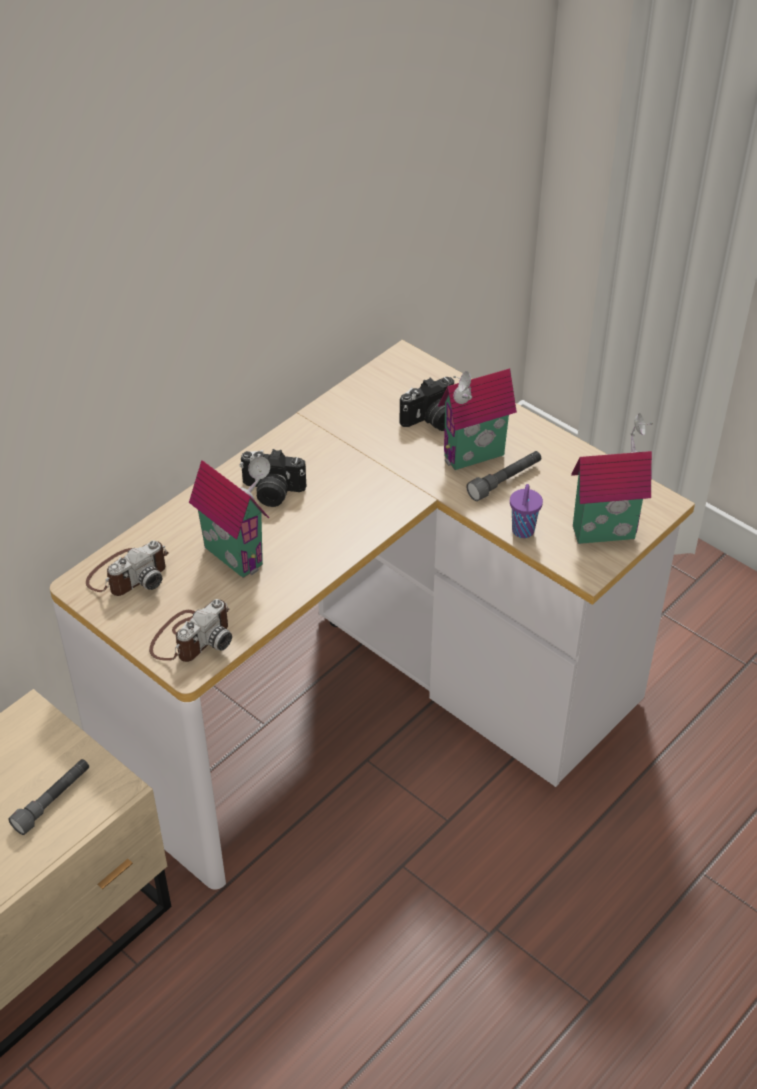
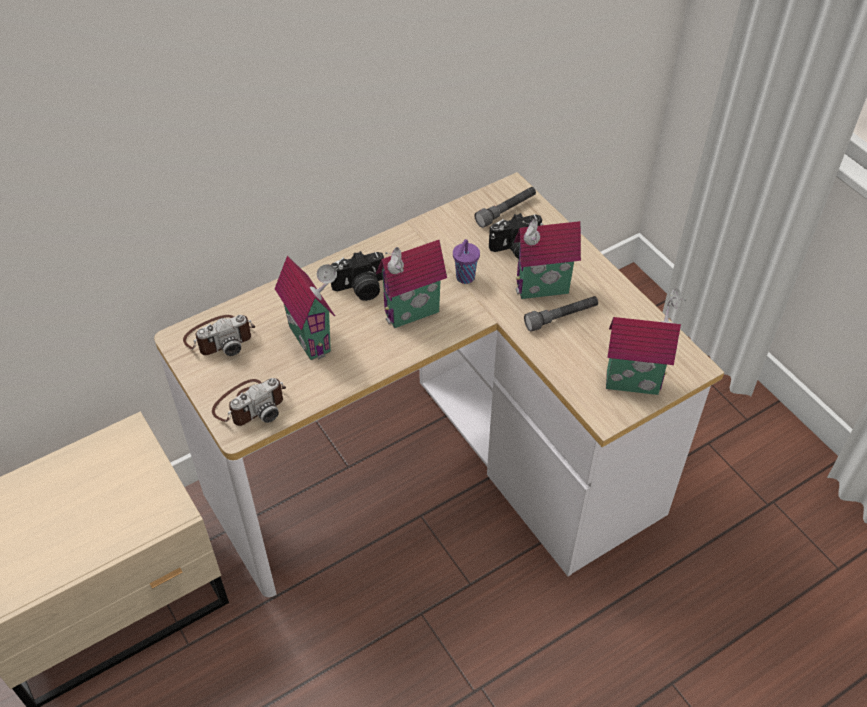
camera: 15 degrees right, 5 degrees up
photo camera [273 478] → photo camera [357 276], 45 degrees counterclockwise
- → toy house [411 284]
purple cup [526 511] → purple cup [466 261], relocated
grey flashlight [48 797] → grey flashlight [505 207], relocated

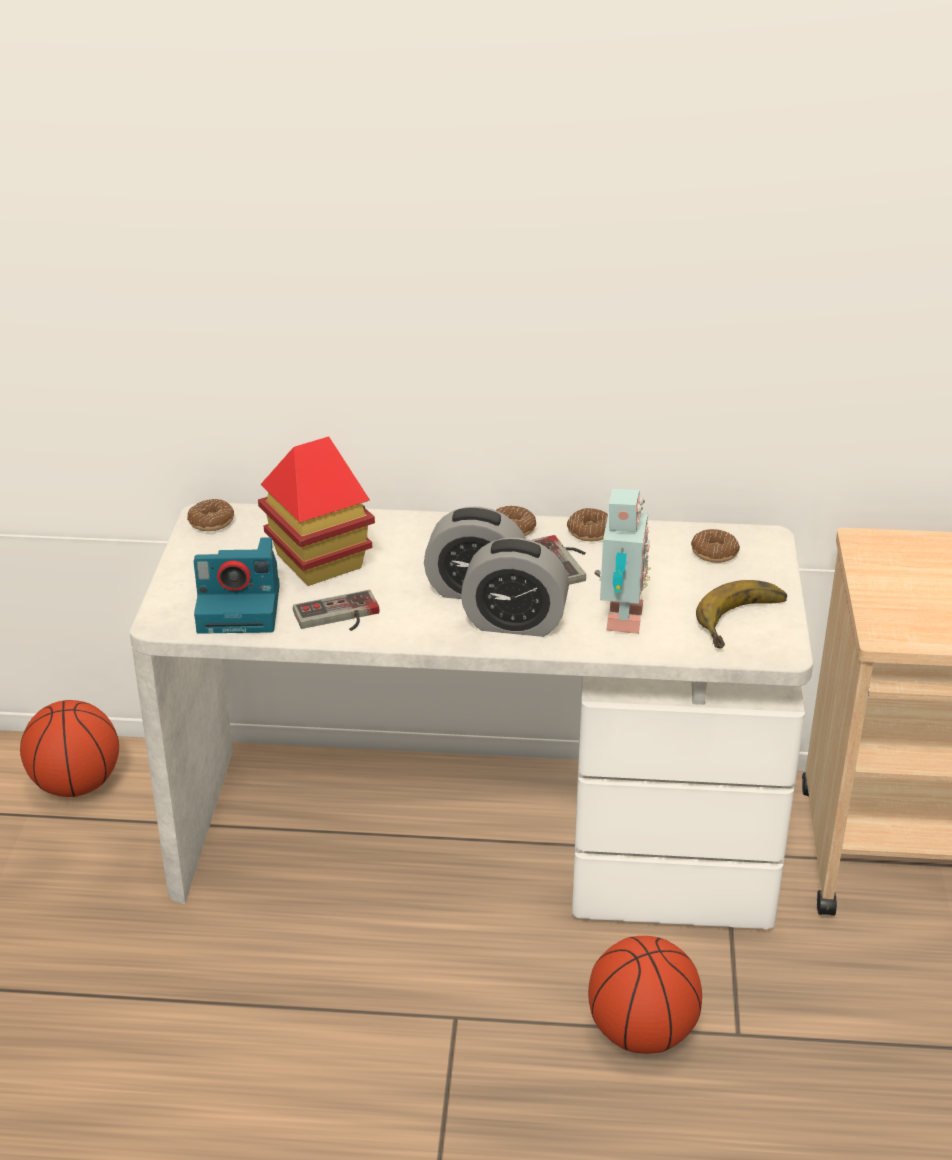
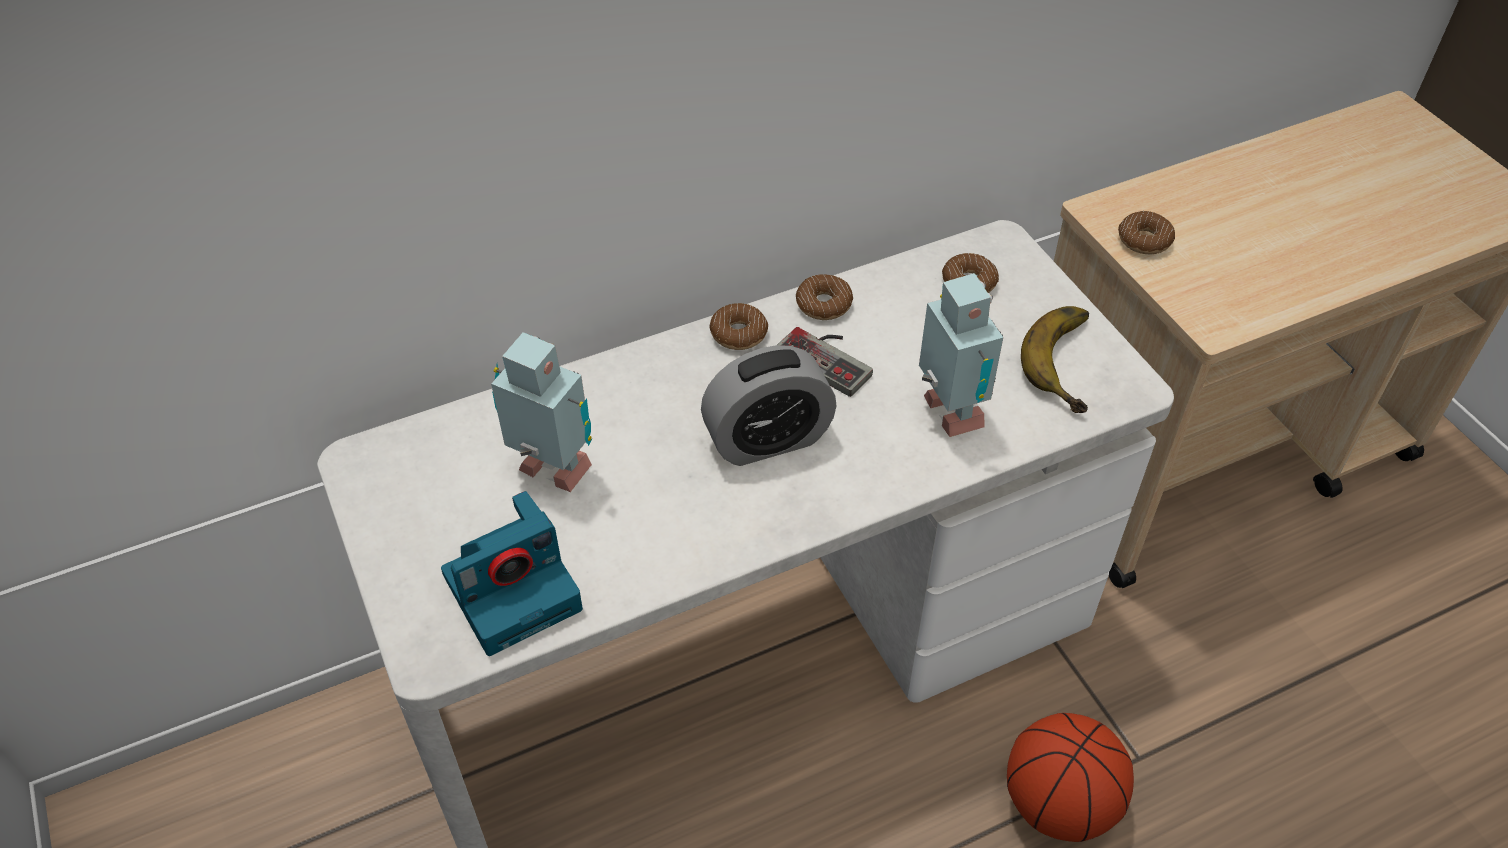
camera: 30 degrees left, 15 degrees up
toy house [316 511] → toy robot [541 412]
donut [210 515] → donut [1146 232], relocated
basketball [69 748] → -
game controller [336 610] → -
alarm clock [515 587] → -

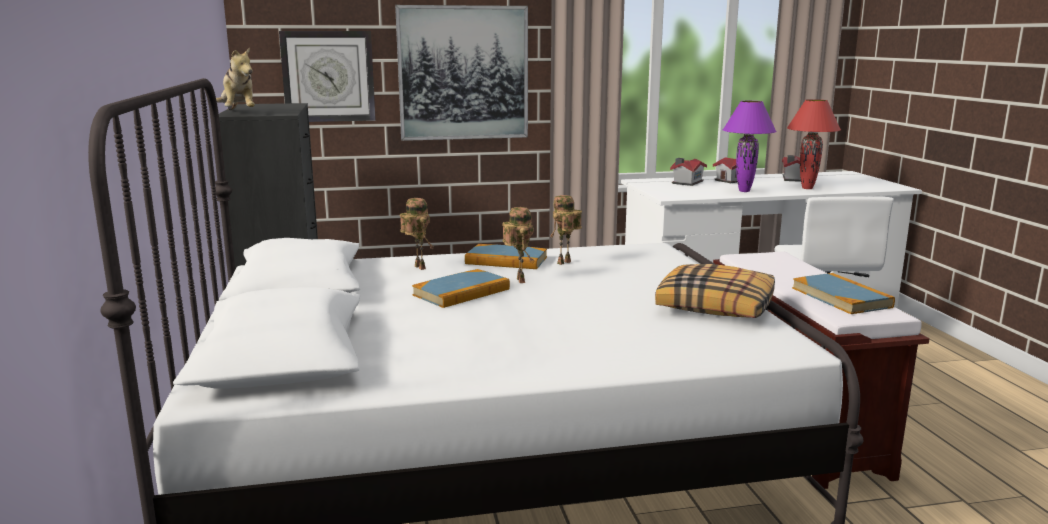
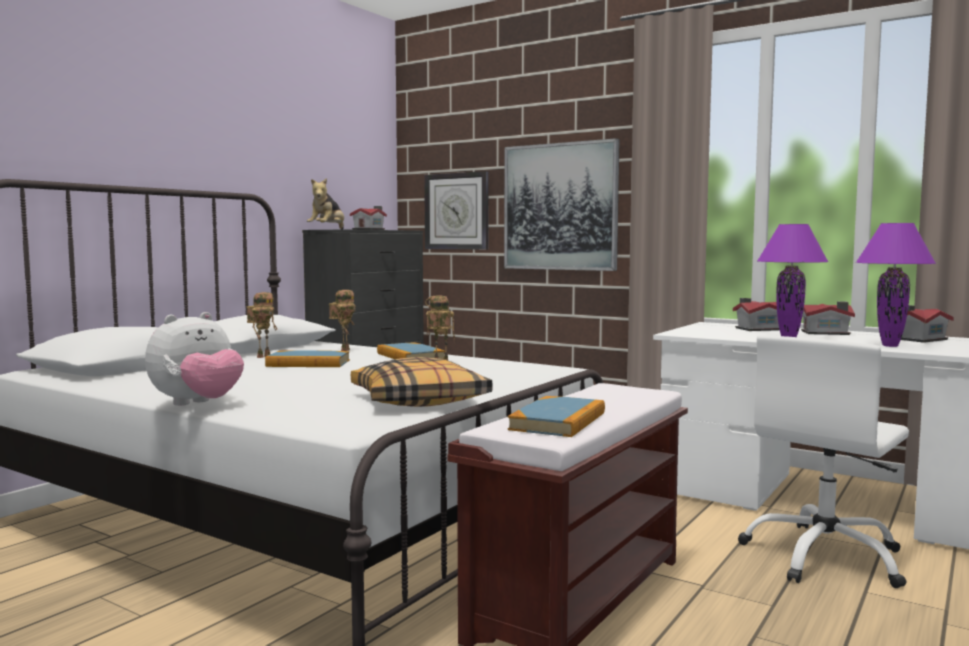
camera: 45 degrees right, 10 degrees down
- → plush toy [194 359]
toy robot [518 245] → toy robot [261 325], relocated
- → toy house [368 218]
red table lamp [814 144] → purple table lamp [896 285]

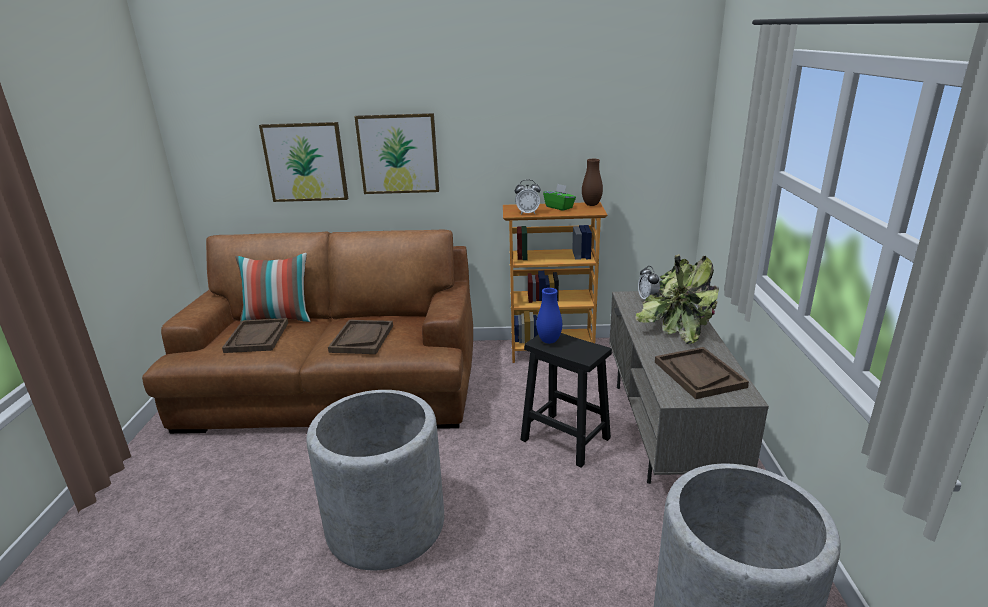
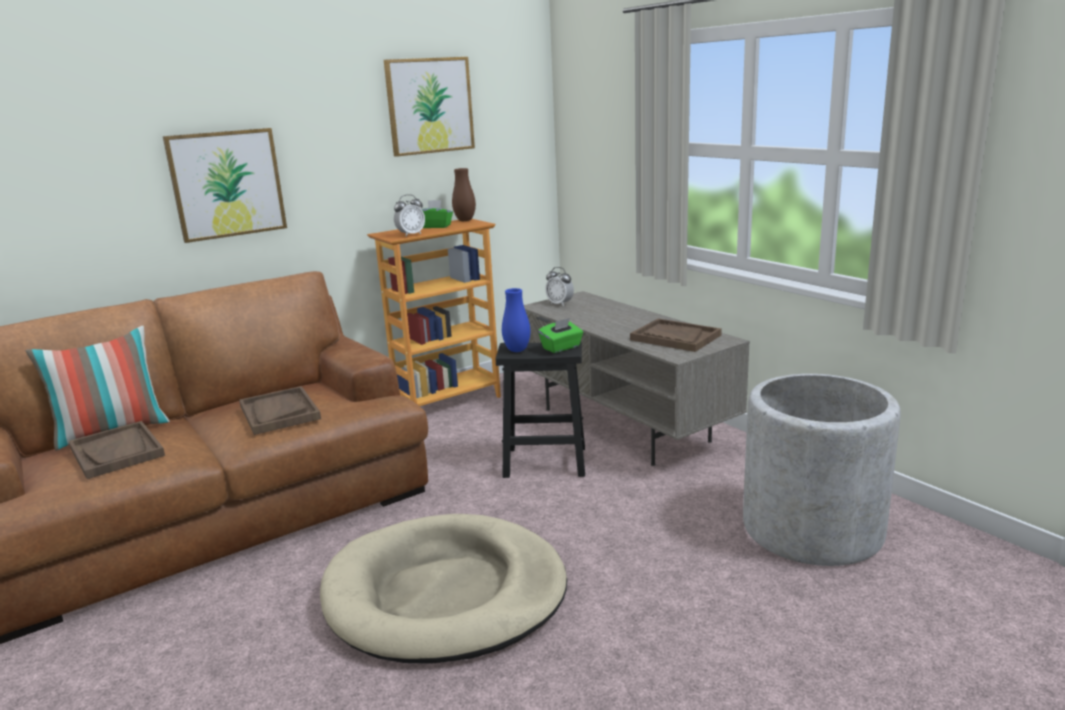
camera: 35 degrees left, 5 degrees down
grey planter [375 480] → beige dog bed [443 589]
picture [303 162] → picture [429 107], relocated
- → green tissue box [560 335]
potted plant [677 299] → -

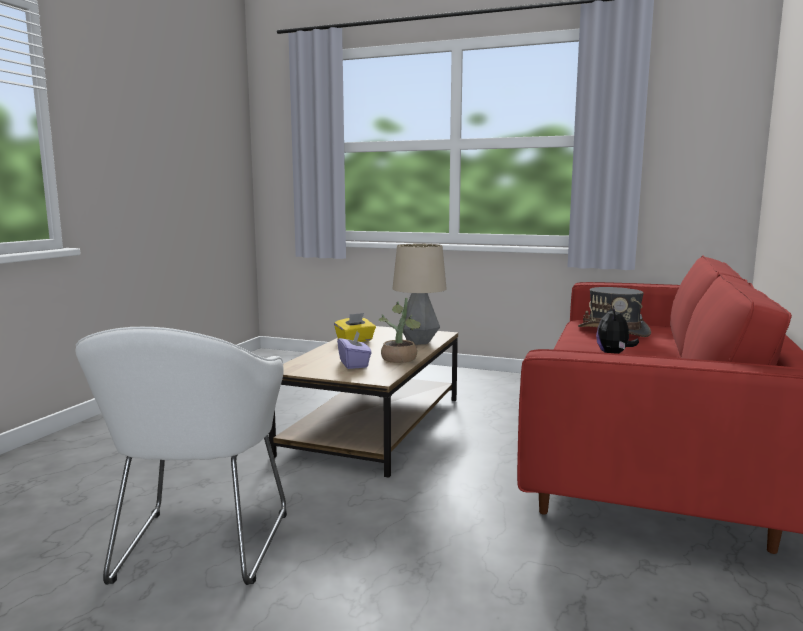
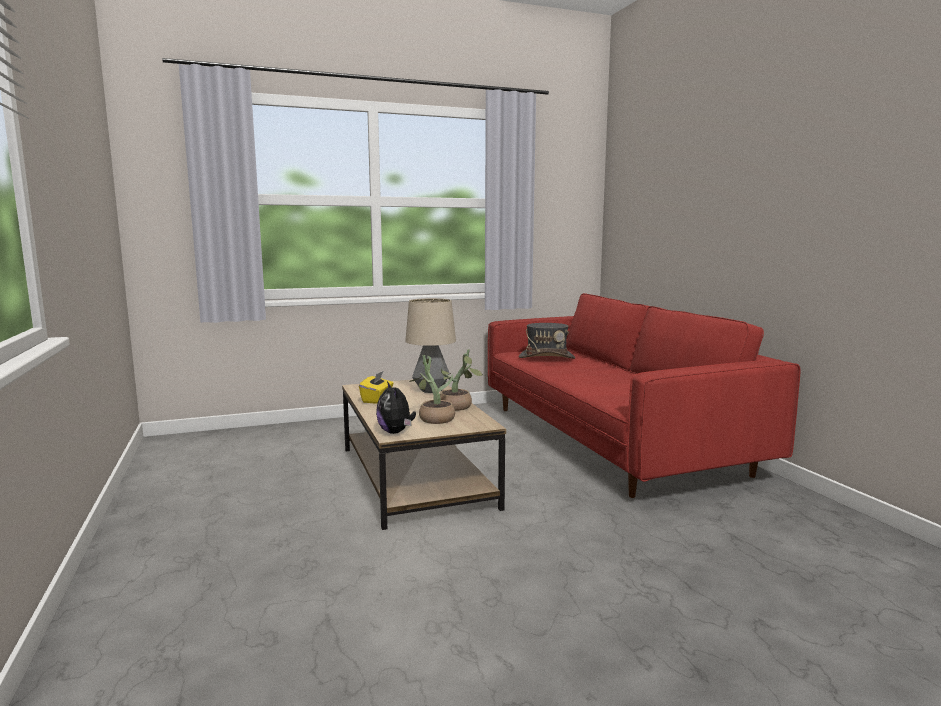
camera: 40 degrees left, 0 degrees up
plush toy [617 330] → plush toy [396 407], relocated
purple tissue box [354 350] → potted plant [432 389]
white armchair [181 456] → -

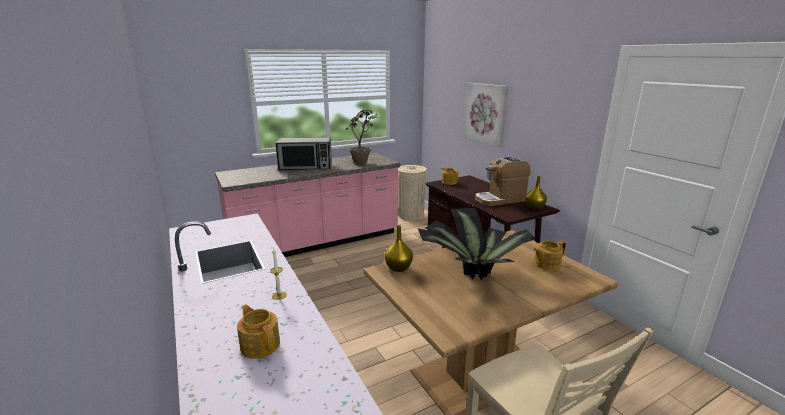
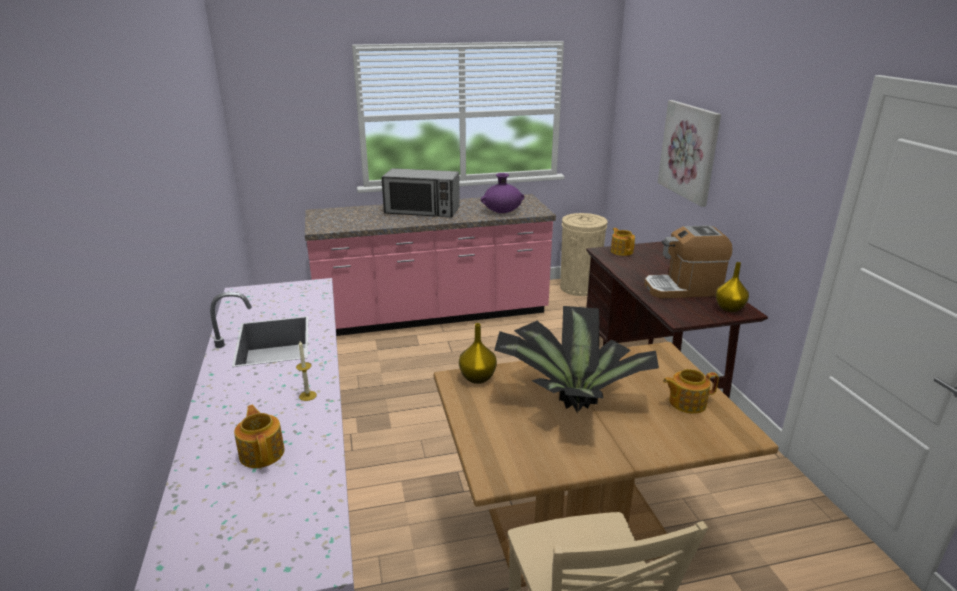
camera: 15 degrees right, 5 degrees up
potted plant [361 137] → purple vase [502 193]

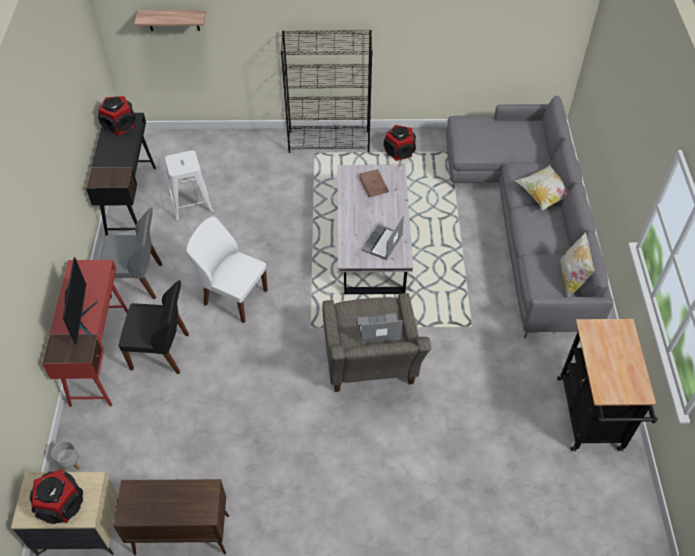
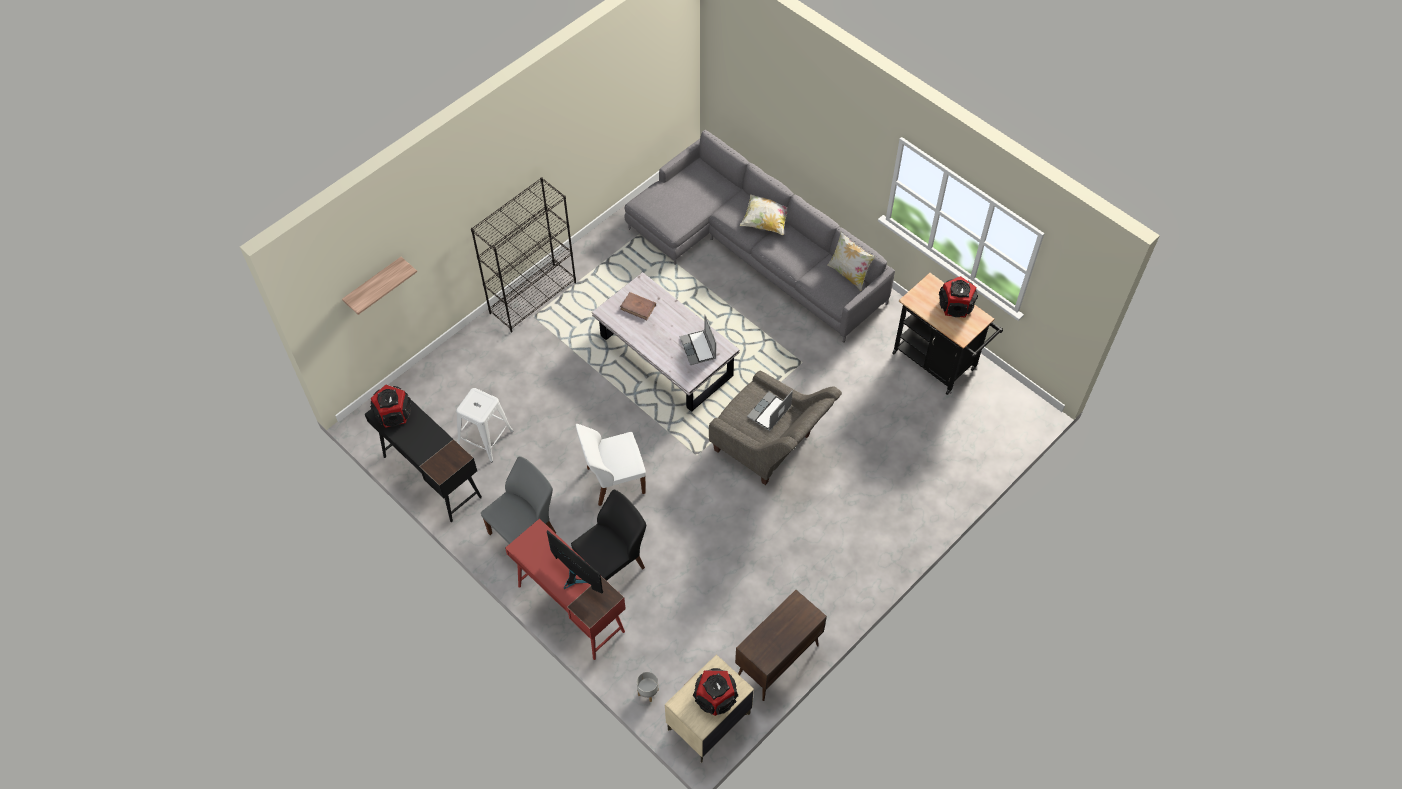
camera: 45 degrees left, 5 degrees up
speaker [400 143] → speaker [958 297], relocated

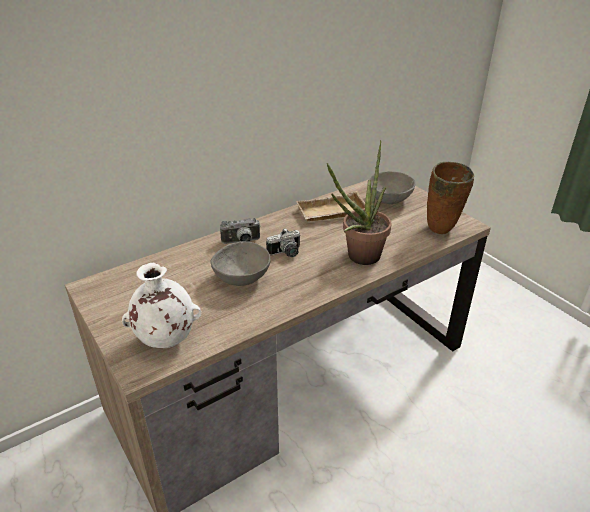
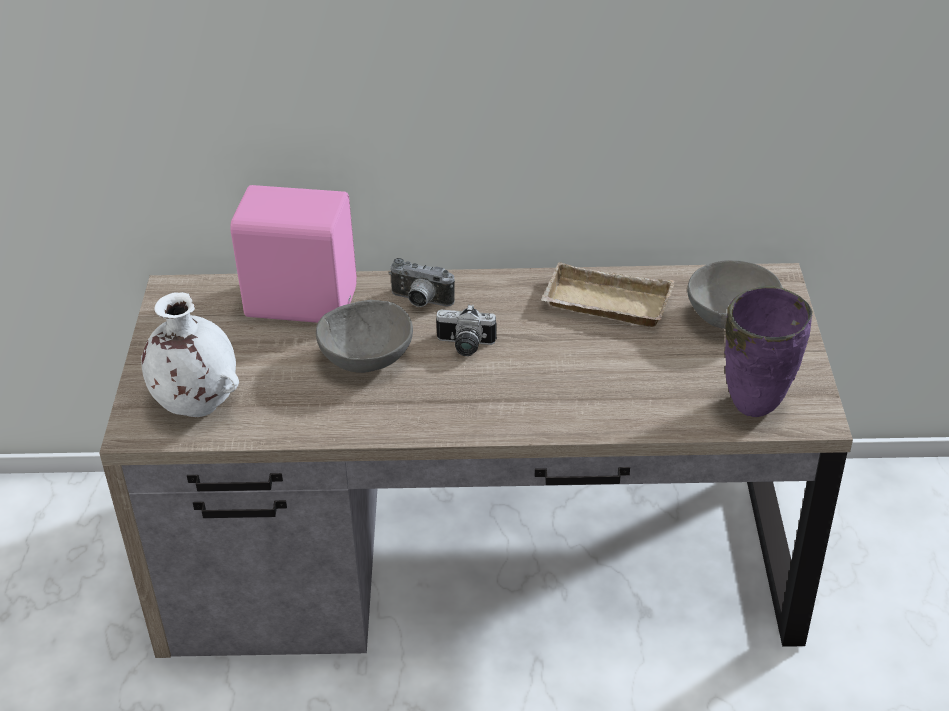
camera: 35 degrees right, 5 degrees up
- → pink speaker [293 254]
brown vase [450 198] → purple vase [768 351]
potted plant [359 202] → -

